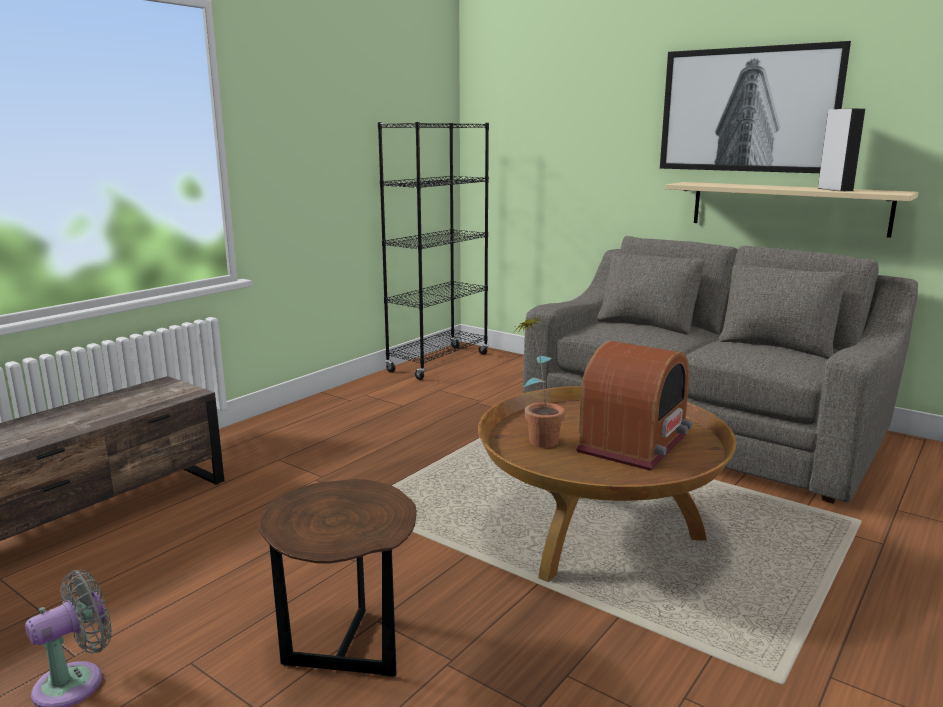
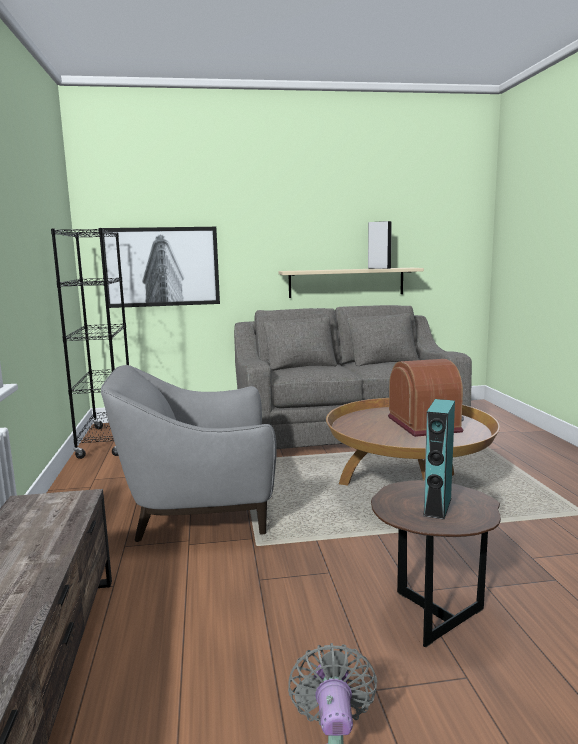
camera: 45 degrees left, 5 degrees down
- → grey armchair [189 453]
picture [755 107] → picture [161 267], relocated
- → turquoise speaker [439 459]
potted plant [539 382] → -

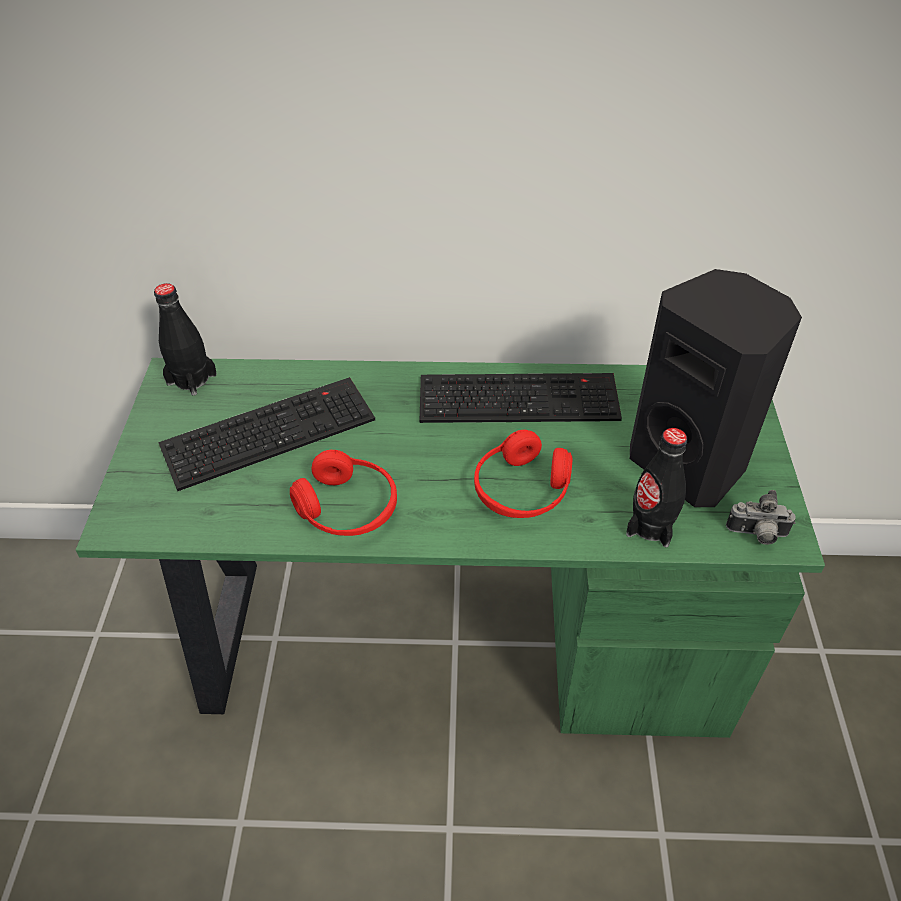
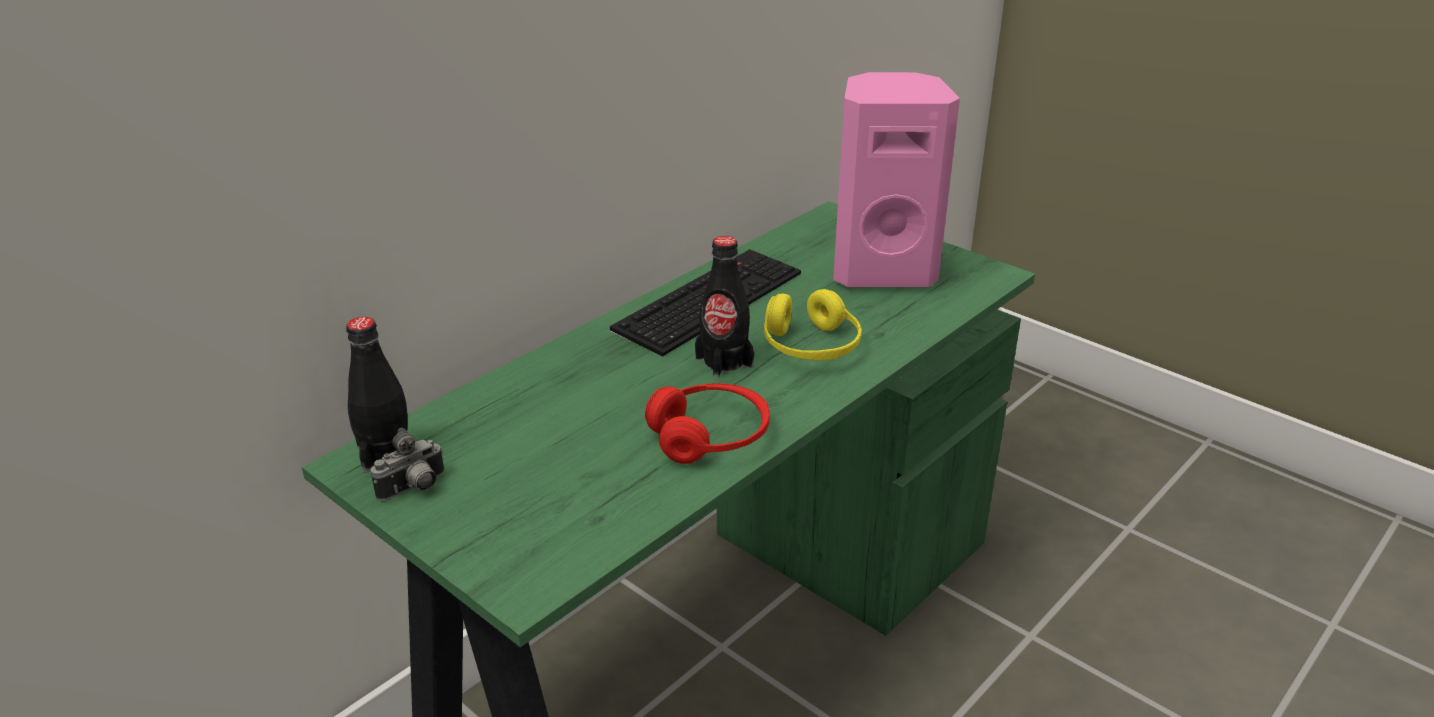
camera: 50 degrees left, 15 degrees down
photo camera [761 517] → photo camera [407 464], relocated
black bottle [656 487] → black bottle [724 307], relocated
red headphones [523 474] → yellow headphones [813 325]
black speaker [716 388] → pink speaker [896 179]
keyboard [266 434] → -

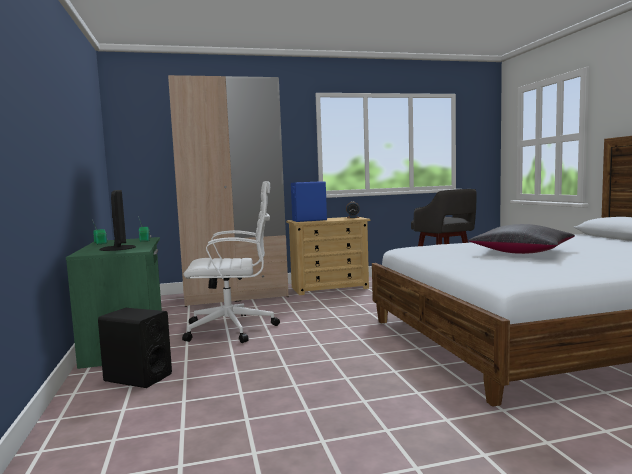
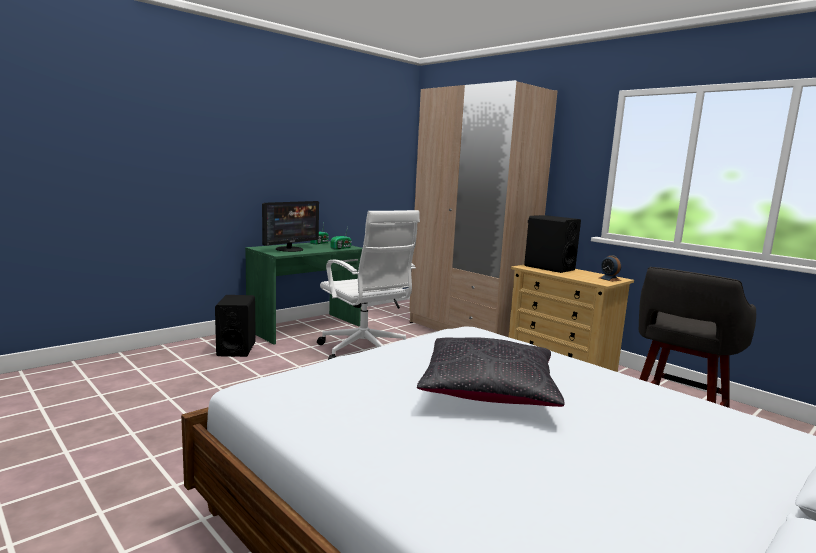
camera: 60 degrees right, 5 degrees up
blue speaker [309 201] → black speaker [552 244]

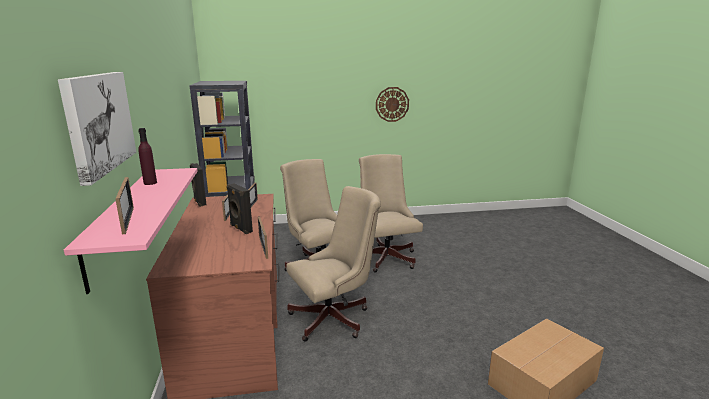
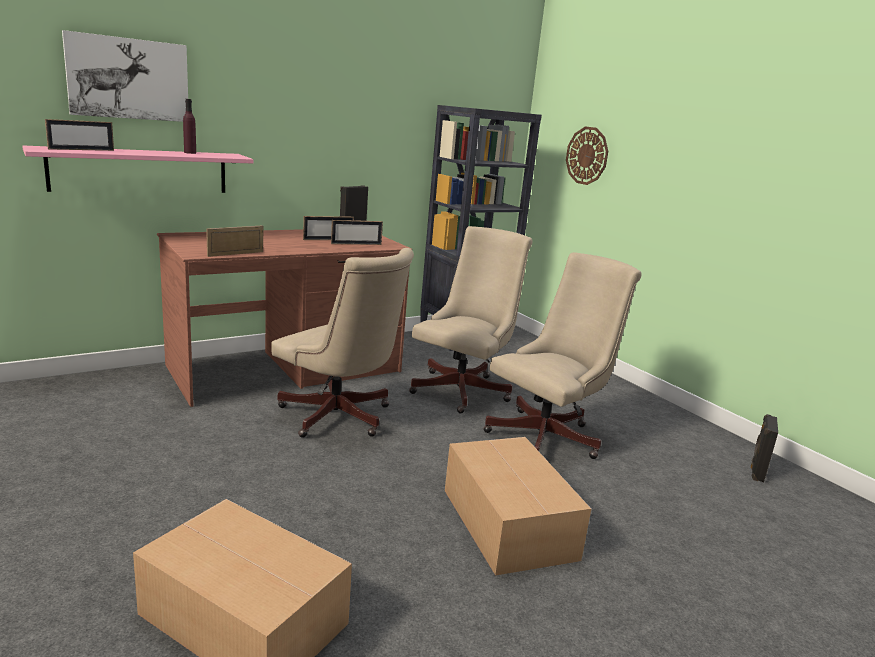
camera: 65 degrees right, 0 degrees up
- → cardboard box [518 506]
wall clock [392 104] → wall clock [587 156], relocated
black speaker [239 208] → black speaker [764 448], relocated

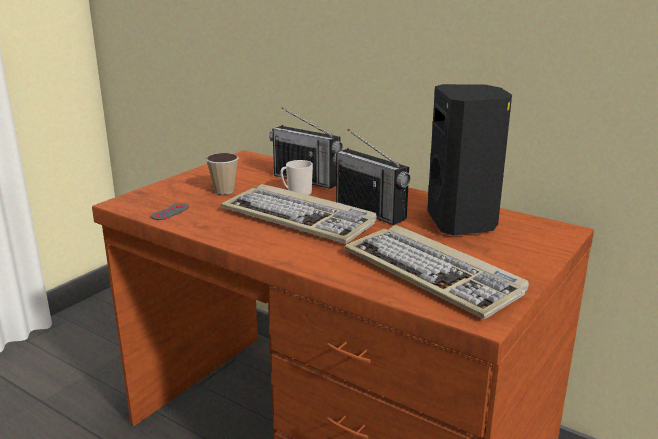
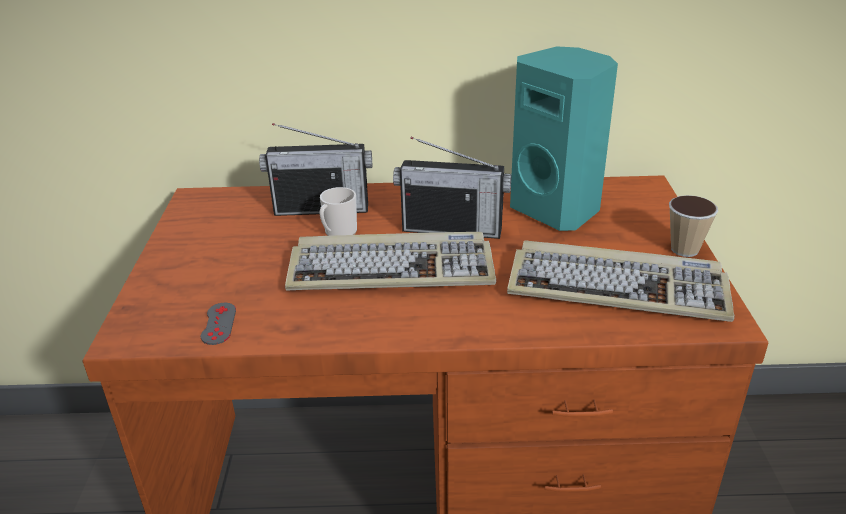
camera: 35 degrees left, 10 degrees up
black speaker [469 159] → turquoise speaker [564 138]
cup [222 174] → cup [693 226], relocated

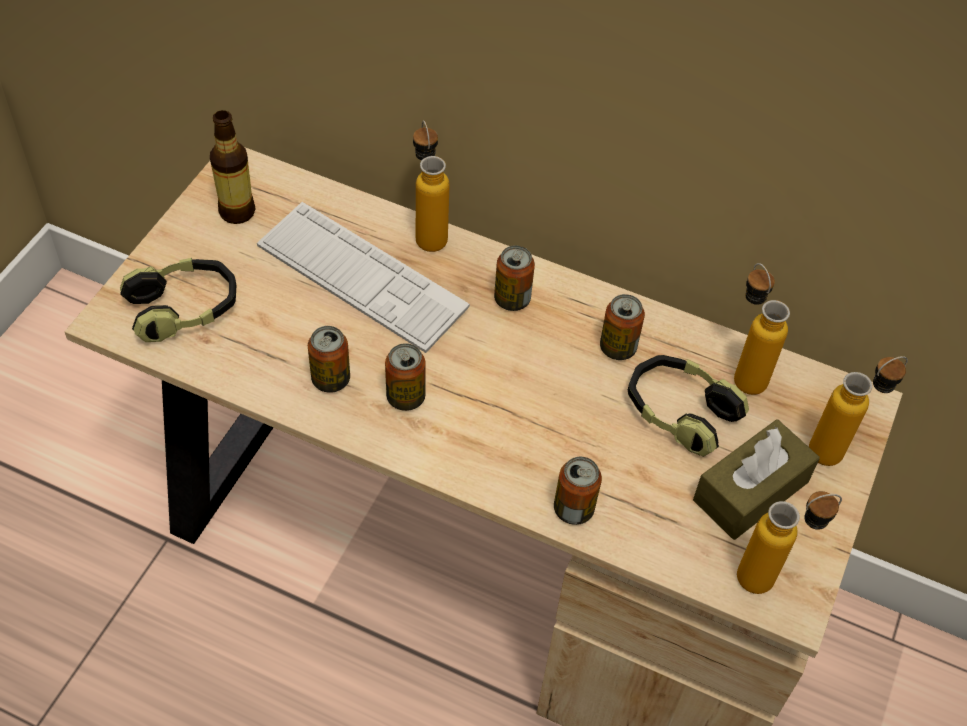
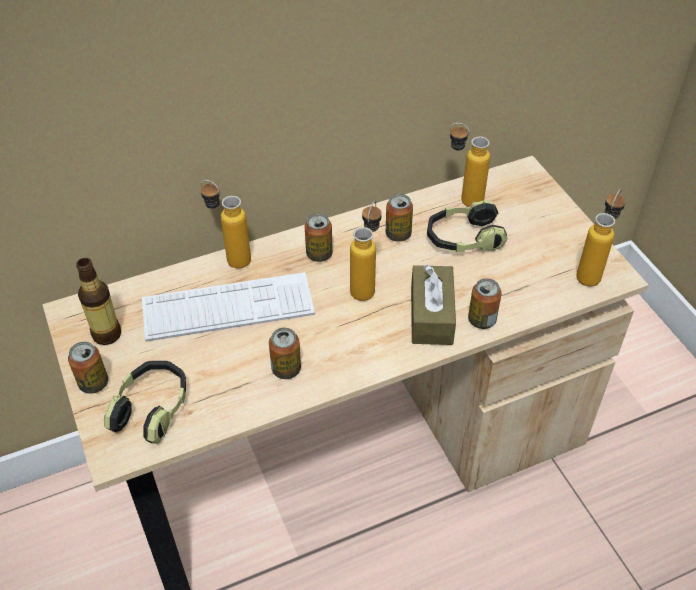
camera: 45 degrees left, 5 degrees down
can [405 377] → can [88 368], relocated
bottle [858 411] → bottle [366 251], relocated
brown tissue box [756 479] → brown tissue box [433 305], relocated

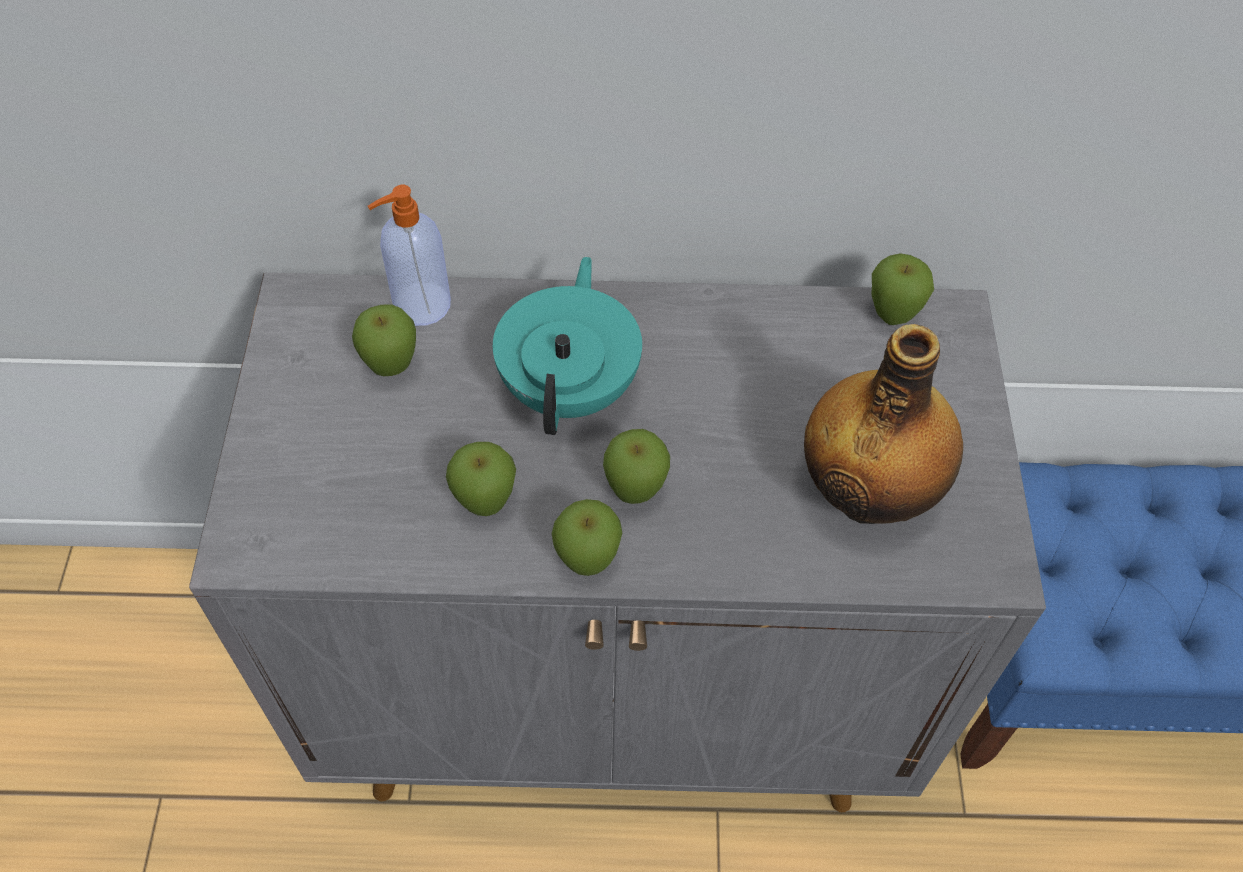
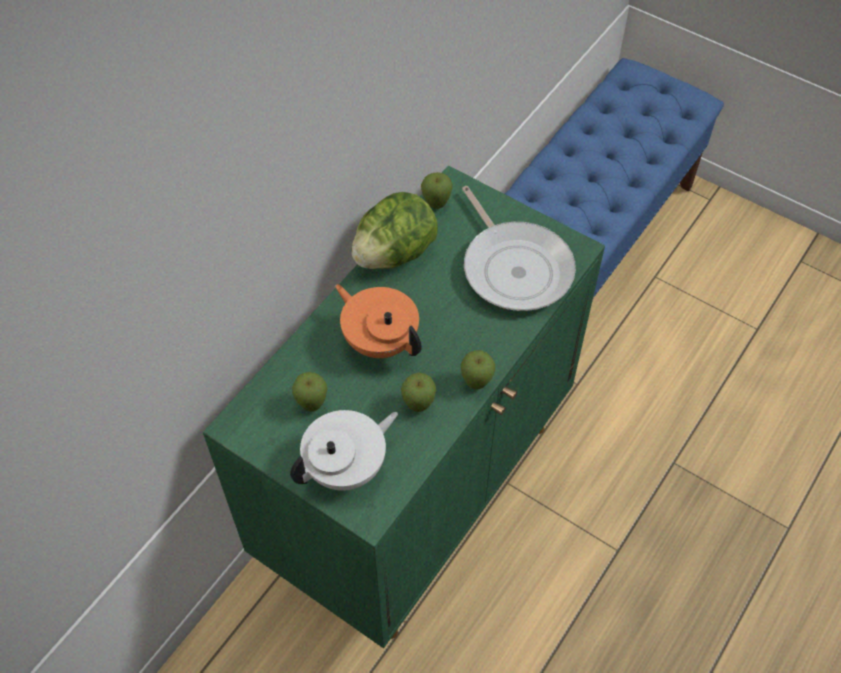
camera: 55 degrees left, 0 degrees up
grey cabinet [617 542] → green cabinet [404 407]
- → white teapot [344 450]
turquoise teapot [567 345] → orange teapot [378 321]
- → lettuce [395 230]
bottle [883 424] → frying pan [519 248]
soap dispenser [409 255] → -
apple [636 466] → -

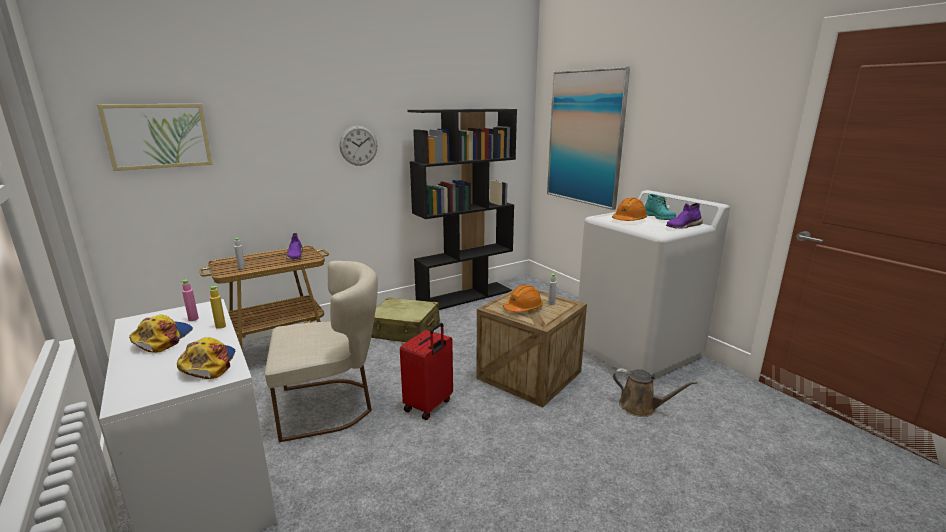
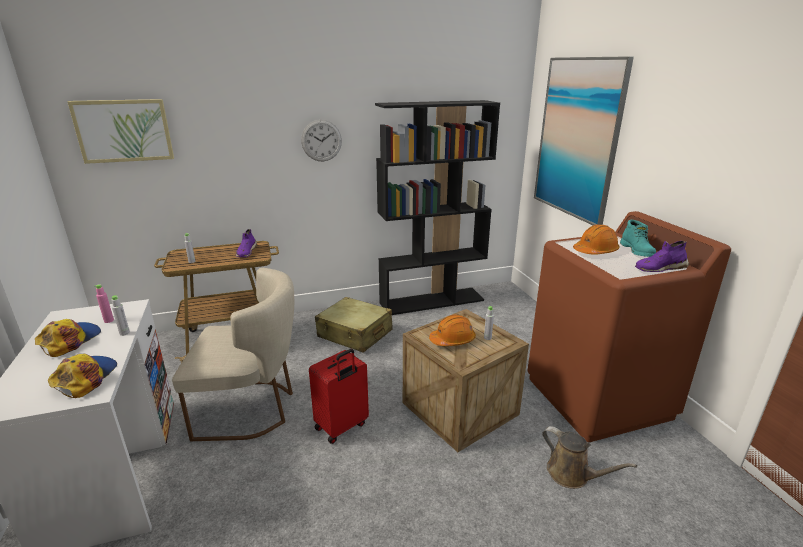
camera: 15 degrees right, 5 degrees up
yellow bottle [218 307] → grey bottle [121 315]
white washing machine [654 284] → brown washing machine [629 326]

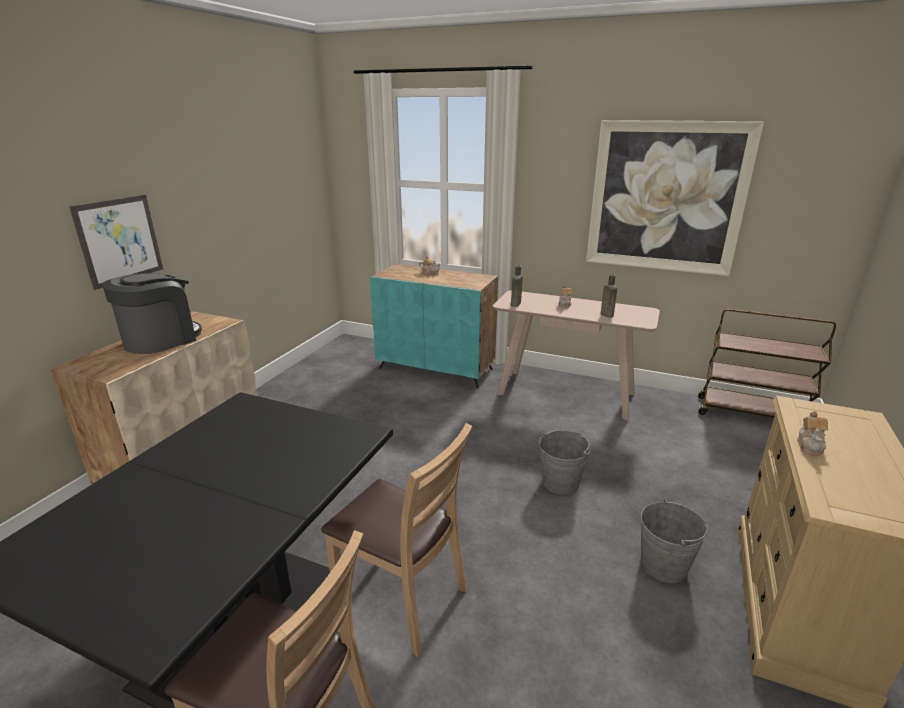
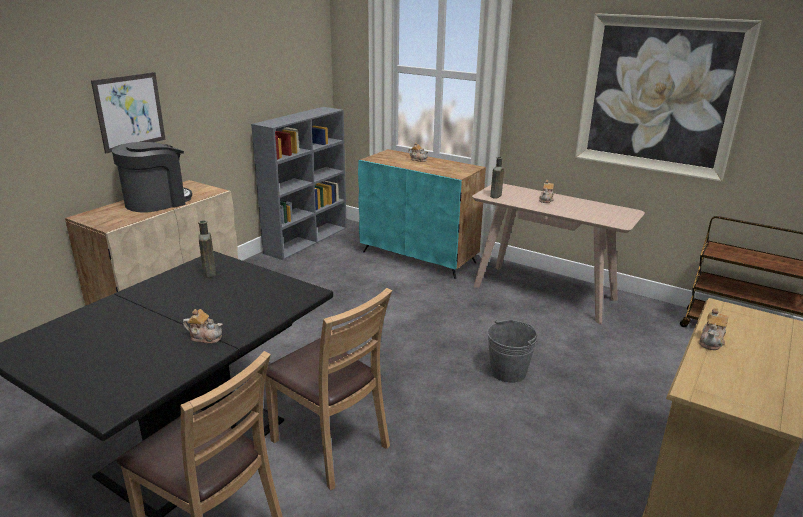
camera: 10 degrees right, 0 degrees up
- → teapot [203 326]
brown bottle [609 296] → brown bottle [207 249], relocated
- → grey bookcase [299 183]
grey bucket [674 541] → -

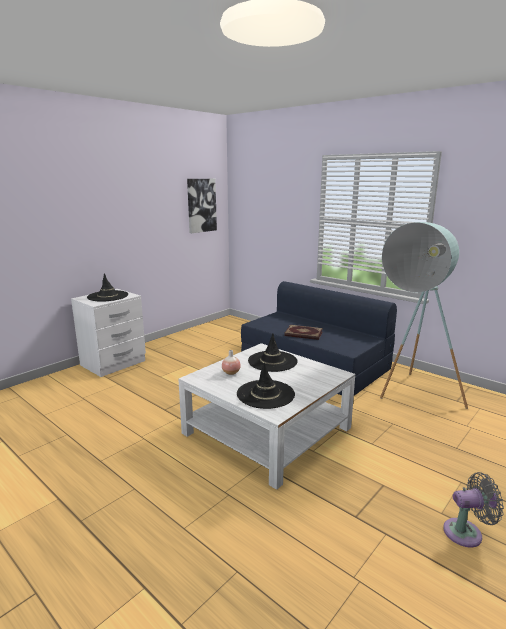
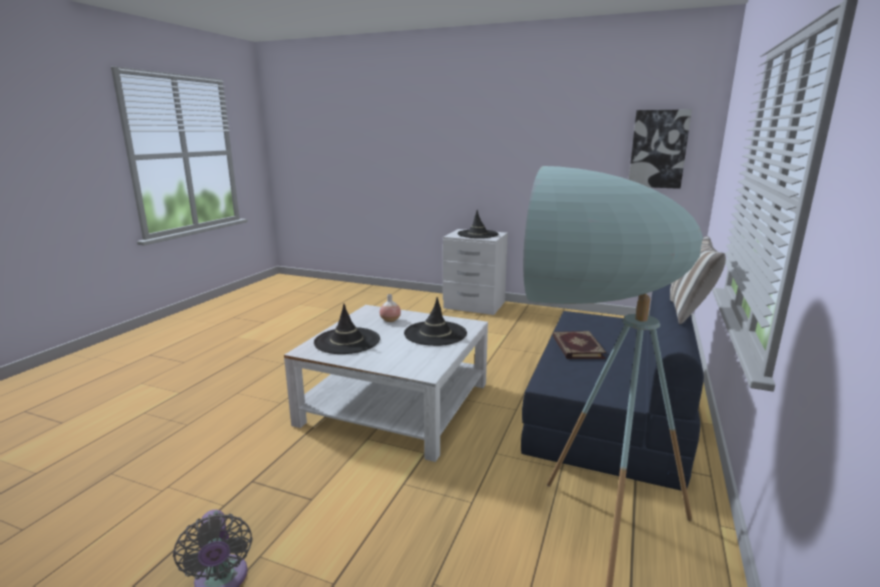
camera: 70 degrees right, 0 degrees up
- → pillow [698 280]

